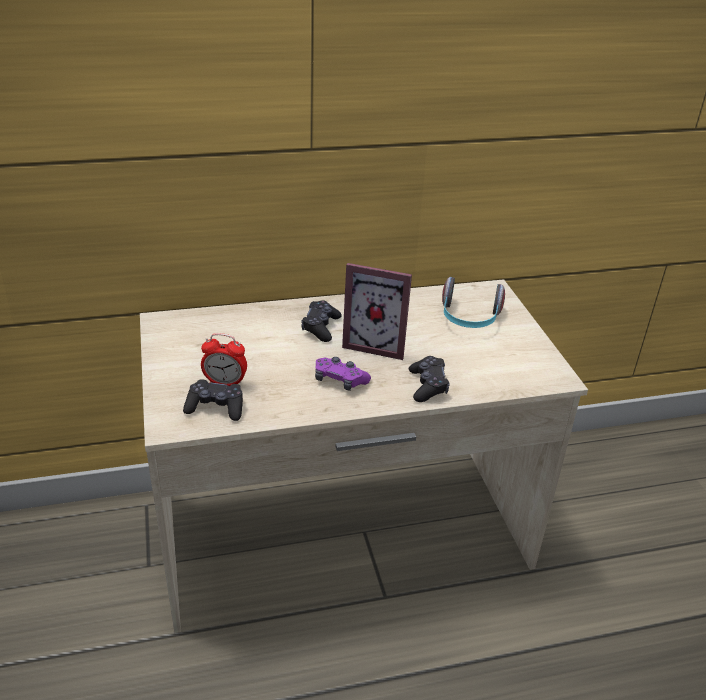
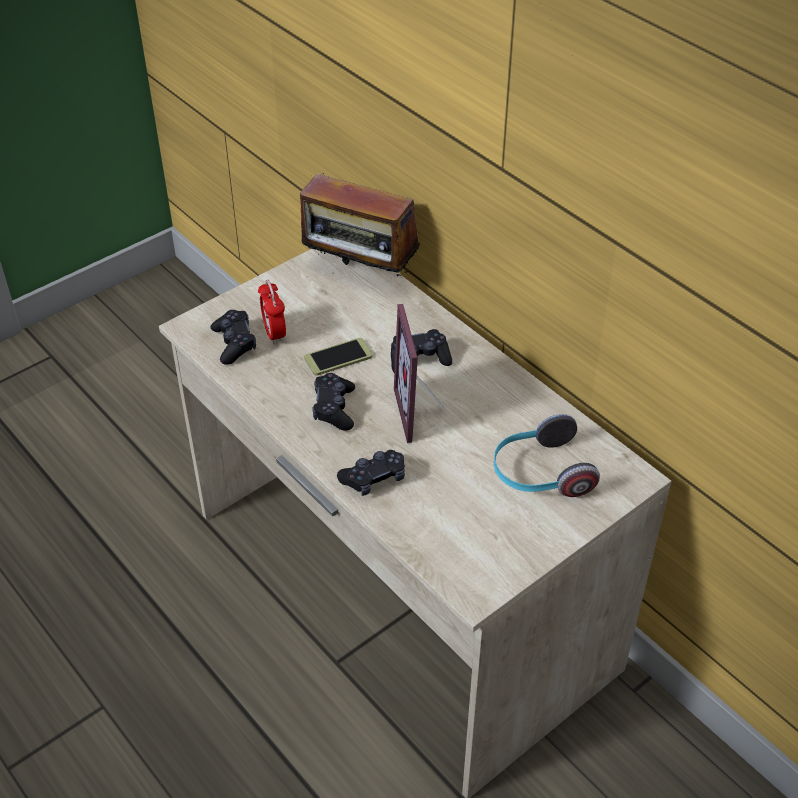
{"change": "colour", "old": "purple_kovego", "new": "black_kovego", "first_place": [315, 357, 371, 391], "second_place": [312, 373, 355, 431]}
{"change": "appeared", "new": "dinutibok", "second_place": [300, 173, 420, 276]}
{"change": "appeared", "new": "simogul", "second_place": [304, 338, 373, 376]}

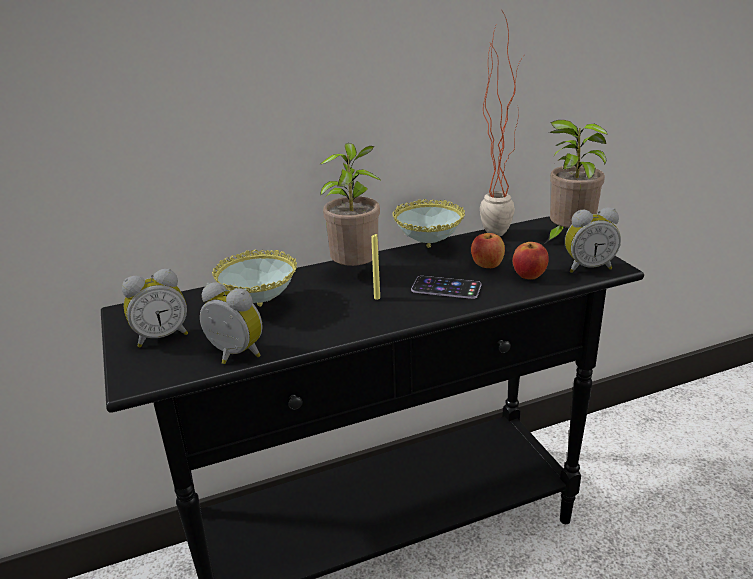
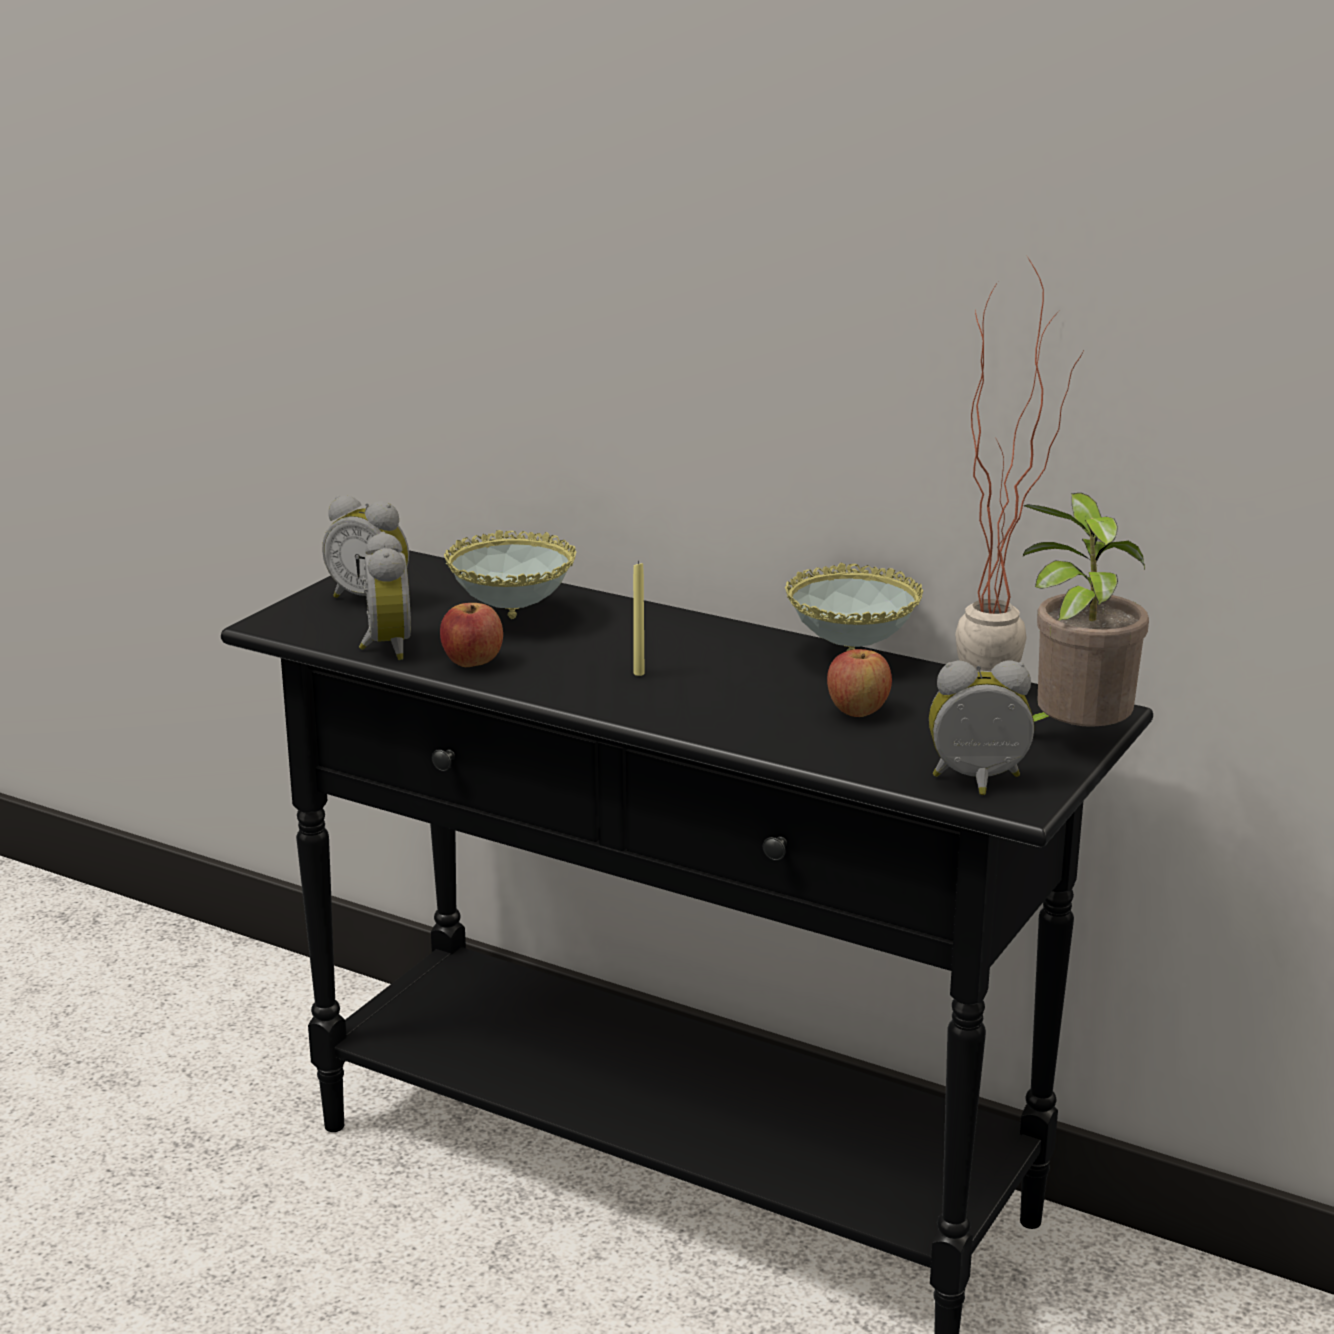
{"change": "missing", "old": "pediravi", "first_place": [320, 143, 380, 266]}
{"change": "spun", "old": "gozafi", "first_place": [565, 208, 621, 273], "second_place": [929, 660, 1034, 795], "degrees": 135}
{"change": "relocated", "old": "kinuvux", "first_place": [512, 242, 549, 279], "second_place": [440, 603, 503, 667]}
{"change": "missing", "old": "simogul", "first_place": [411, 276, 481, 299]}

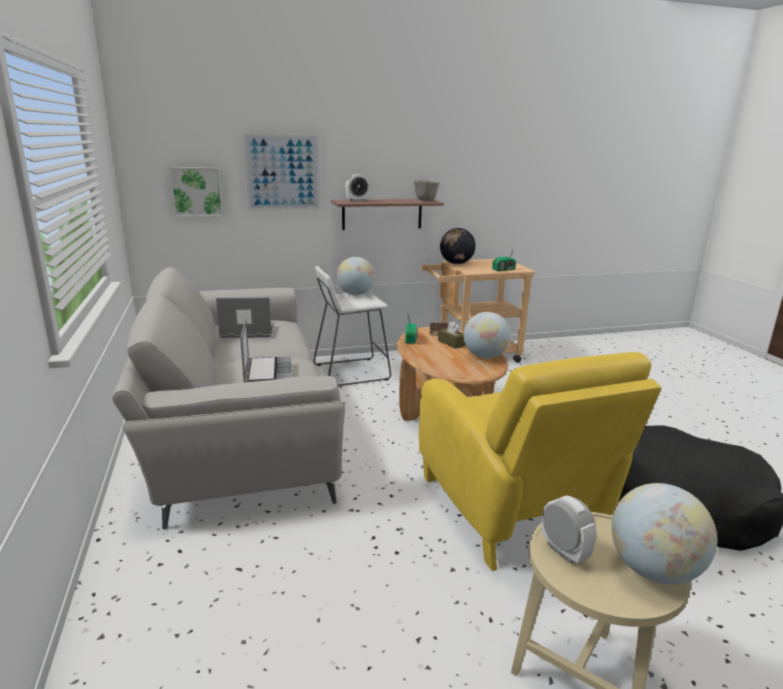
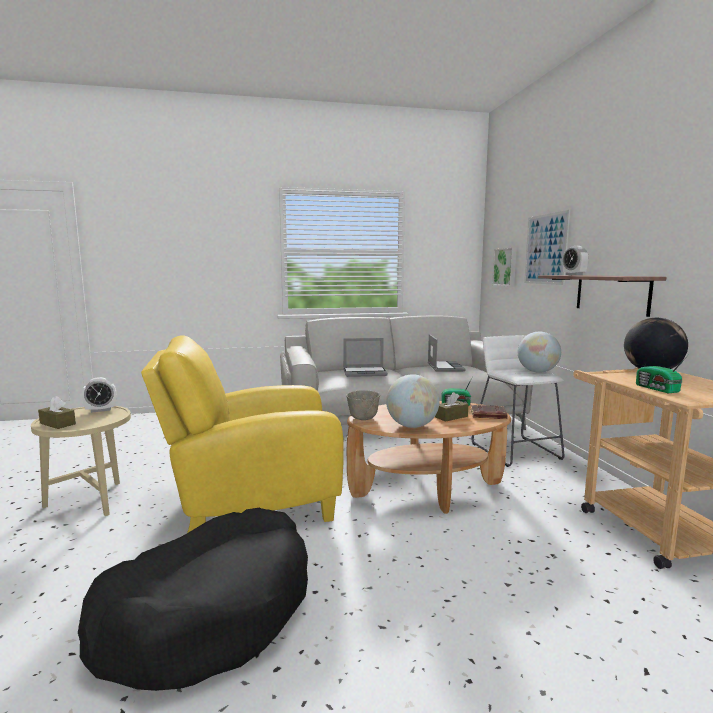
{"change": "relocated", "old": "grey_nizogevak", "first_place": [414, 180, 440, 201], "second_place": [346, 390, 380, 420]}
{"change": "exchanged", "old": "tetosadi", "new": "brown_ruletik", "first_place": [611, 483, 717, 584], "second_place": [38, 396, 76, 429]}

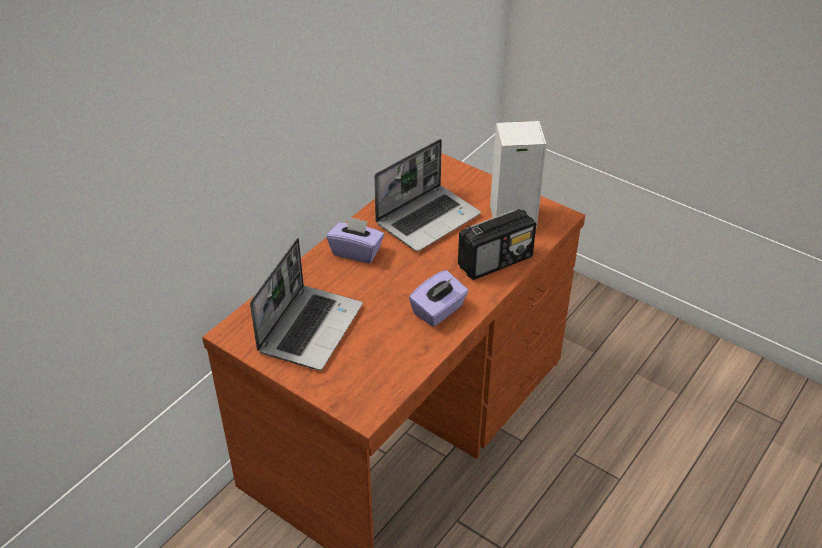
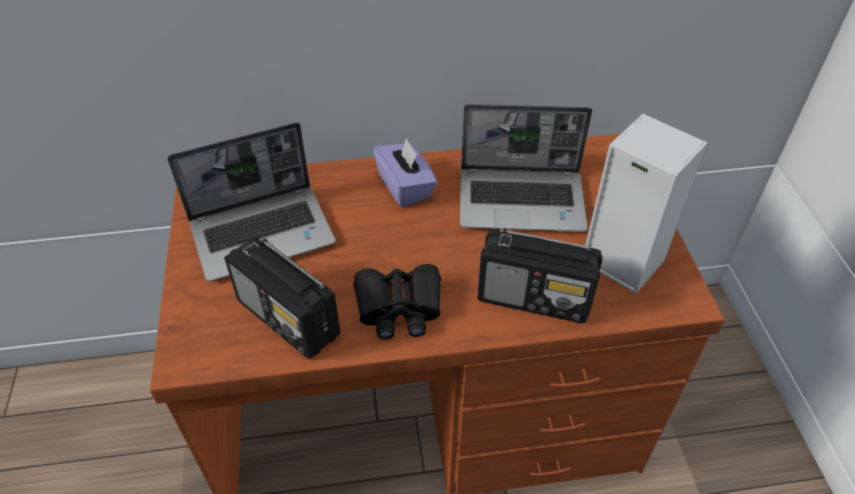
{"change": "exchanged", "old": "purple_ruletik", "new": "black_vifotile", "first_place": [409, 270, 469, 327], "second_place": [353, 264, 441, 340]}
{"change": "appeared", "new": "dinutibok", "second_place": [224, 235, 341, 359]}

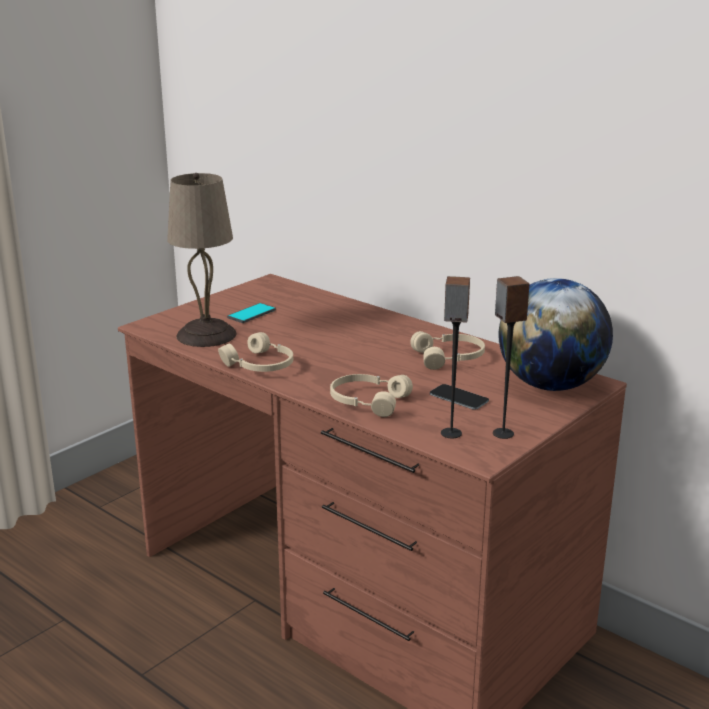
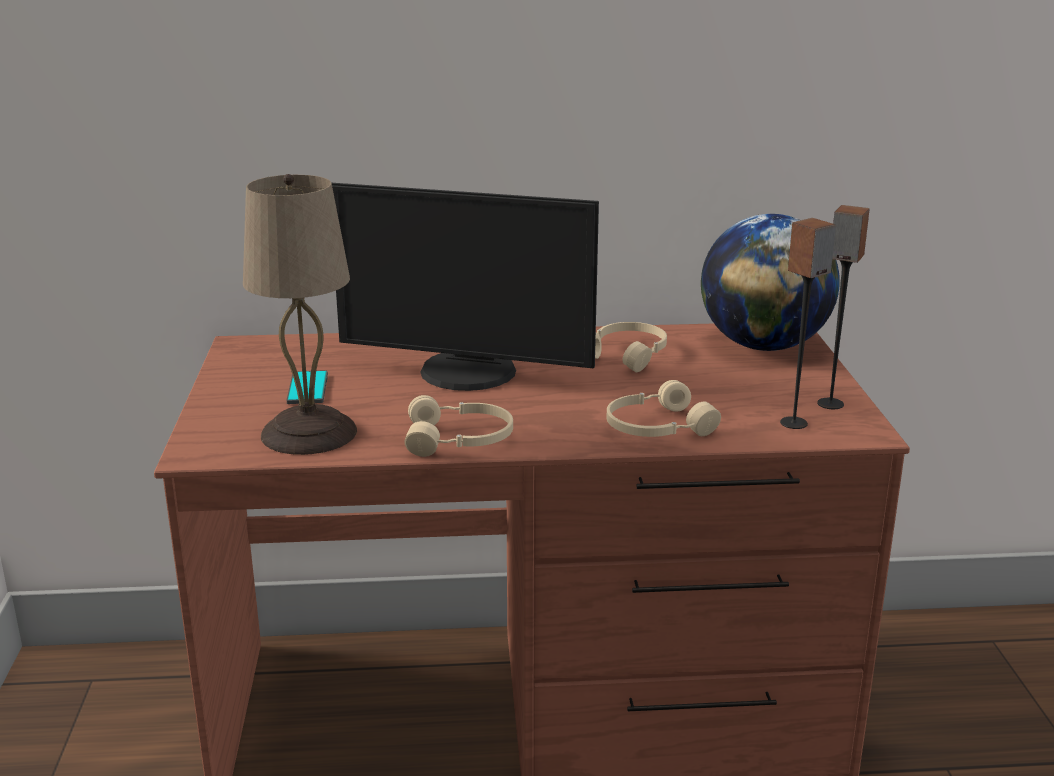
{"change": "missing", "old": "simogul", "first_place": [430, 384, 489, 410]}
{"change": "appeared", "new": "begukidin", "second_place": [332, 183, 599, 391]}

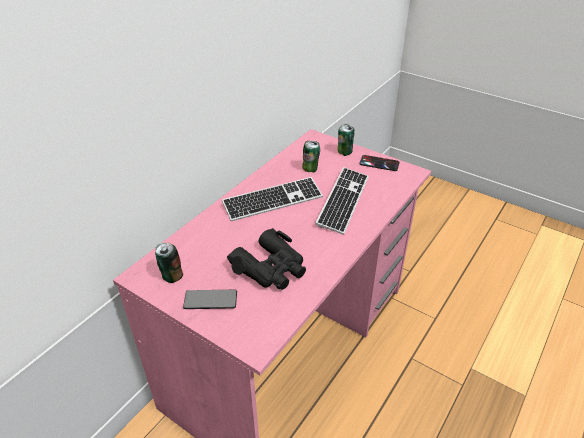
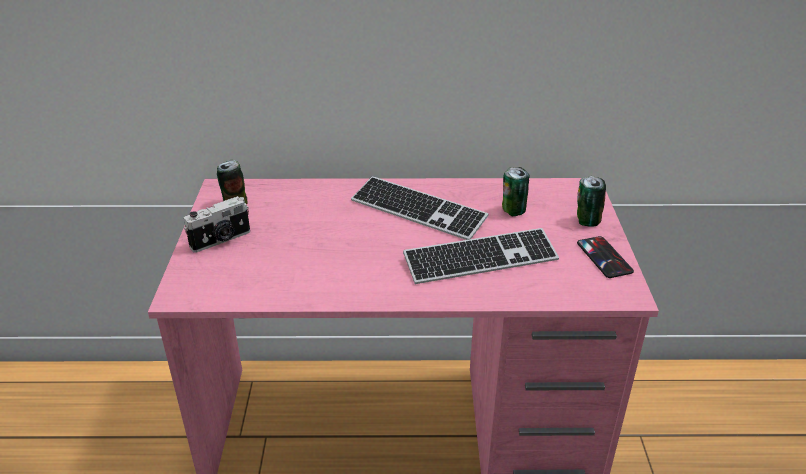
{"change": "missing", "old": "black_vifotile", "first_place": [227, 228, 306, 290]}
{"change": "exchanged", "old": "simogul", "new": "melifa", "first_place": [183, 290, 237, 309], "second_place": [184, 196, 250, 253]}

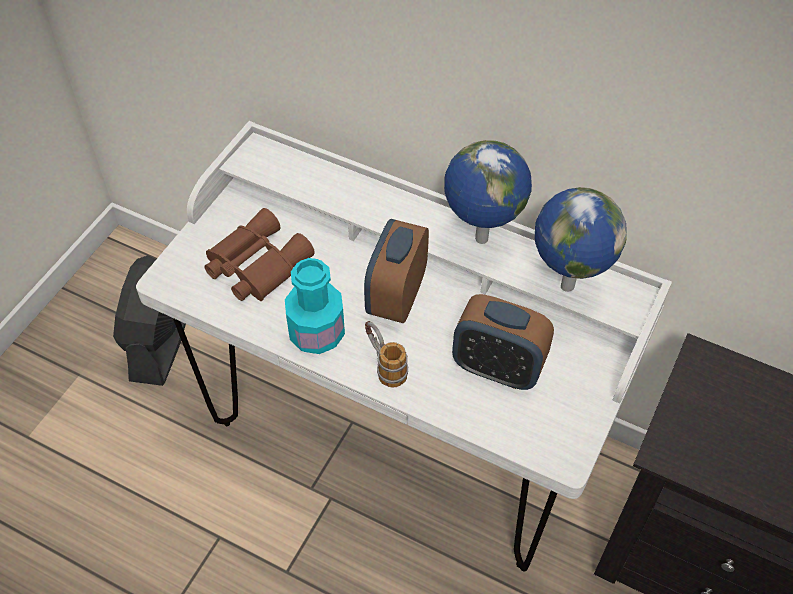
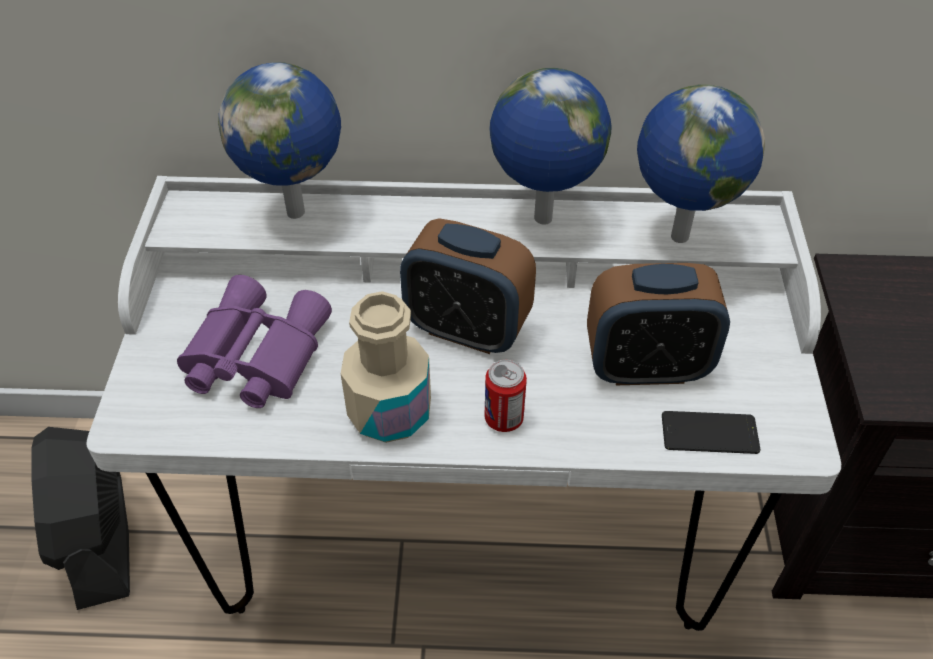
{"change": "colour", "old": "brown_vifotile", "new": "purple_vifotile", "first_place": [204, 208, 315, 301], "second_place": [177, 275, 332, 408]}
{"change": "spun", "old": "gozafi", "first_place": [364, 219, 429, 323], "second_place": [400, 218, 536, 354], "degrees": -60}
{"change": "colour", "old": "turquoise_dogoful", "new": "beige_dogoful", "first_place": [285, 258, 345, 354], "second_place": [341, 291, 431, 443]}
{"change": "exchanged", "old": "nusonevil", "new": "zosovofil", "first_place": [365, 321, 408, 388], "second_place": [485, 360, 527, 432]}
{"change": "appeared", "new": "tetosadi", "second_place": [218, 62, 341, 219]}
{"change": "appeared", "new": "simogul", "second_place": [662, 411, 760, 454]}

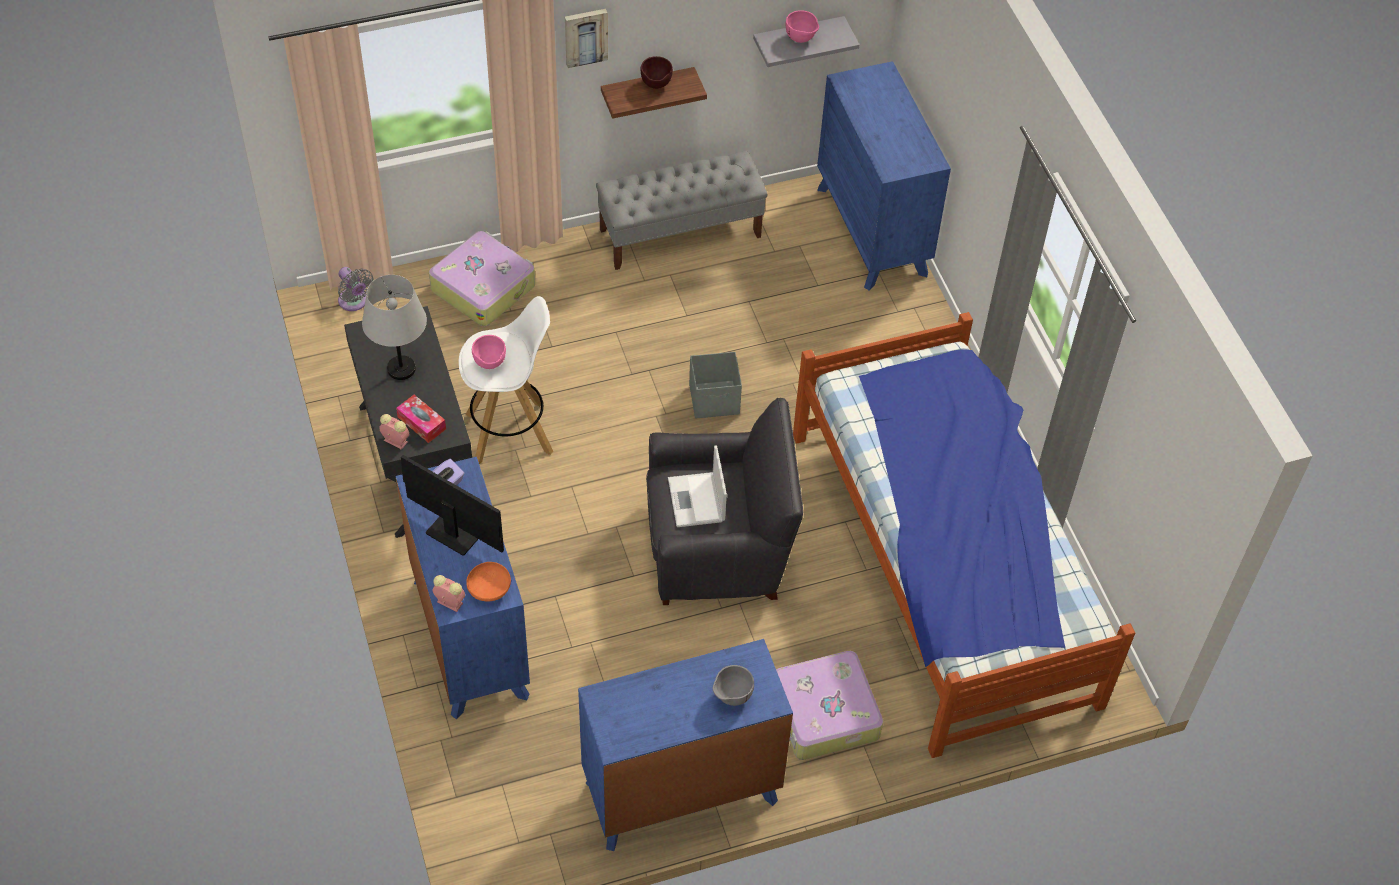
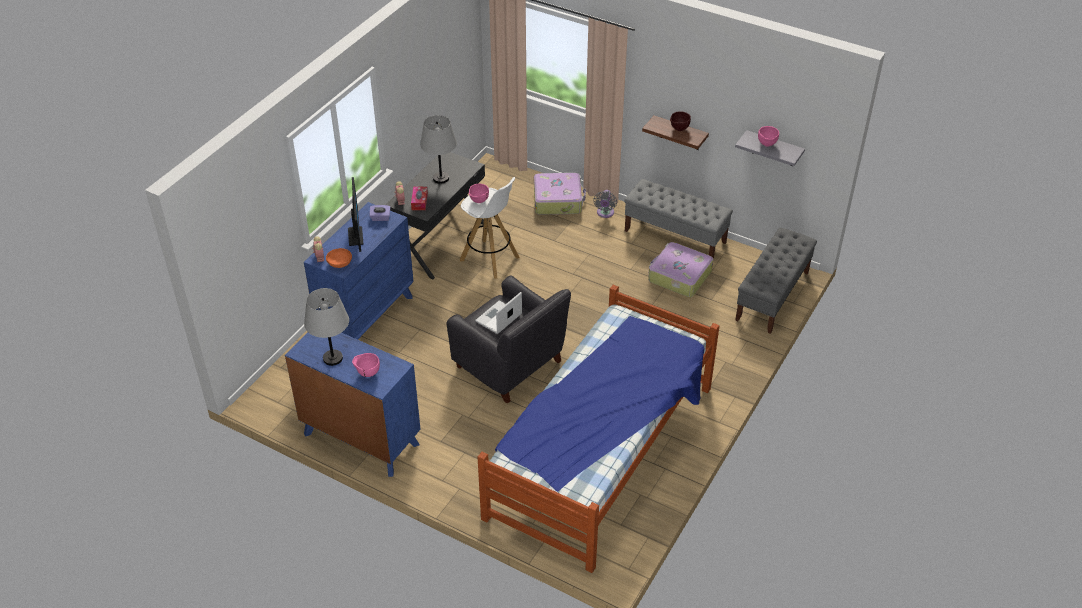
{"change": "missing", "old": "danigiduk", "first_place": [565, 9, 608, 68]}
{"change": "exchanged", "old": "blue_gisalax", "new": "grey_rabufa", "first_place": [817, 61, 951, 291], "second_place": [735, 228, 817, 334]}
{"change": "relocated", "old": "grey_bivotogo", "first_place": [338, 267, 374, 311], "second_place": [593, 190, 617, 218]}
{"change": "missing", "old": "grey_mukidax", "first_place": [689, 352, 742, 418]}
{"change": "relocated", "old": "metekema", "first_place": [776, 651, 883, 760], "second_place": [648, 242, 713, 297]}
{"change": "colour", "old": "grey_nizogevak", "new": "pink_nizogevak", "first_place": [713, 665, 754, 706], "second_place": [352, 353, 380, 377]}
{"change": "appeared", "new": "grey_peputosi", "second_place": [304, 288, 349, 366]}

